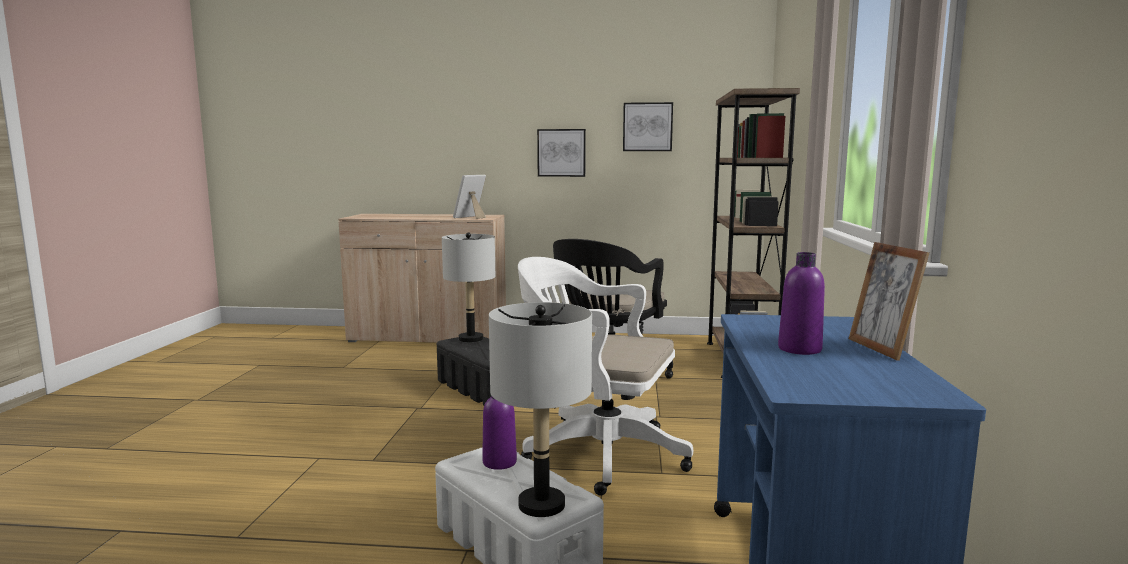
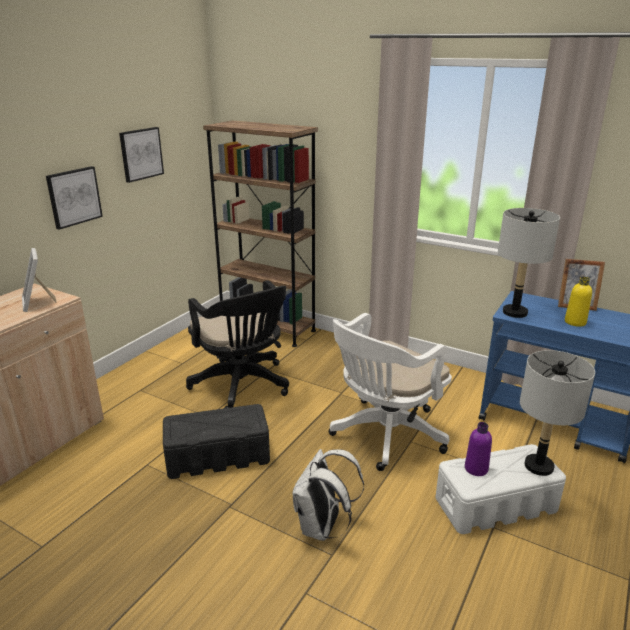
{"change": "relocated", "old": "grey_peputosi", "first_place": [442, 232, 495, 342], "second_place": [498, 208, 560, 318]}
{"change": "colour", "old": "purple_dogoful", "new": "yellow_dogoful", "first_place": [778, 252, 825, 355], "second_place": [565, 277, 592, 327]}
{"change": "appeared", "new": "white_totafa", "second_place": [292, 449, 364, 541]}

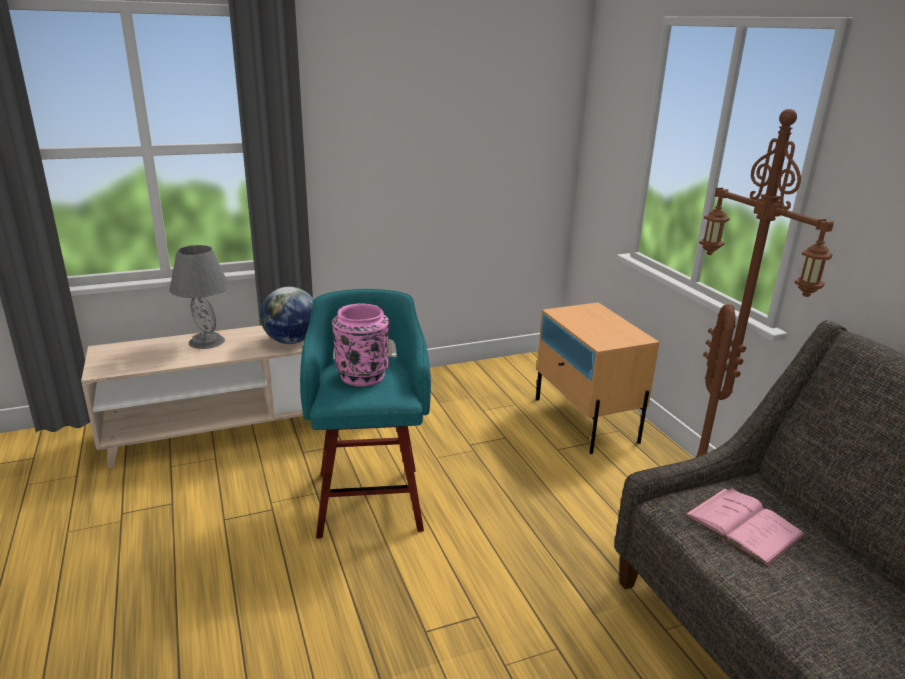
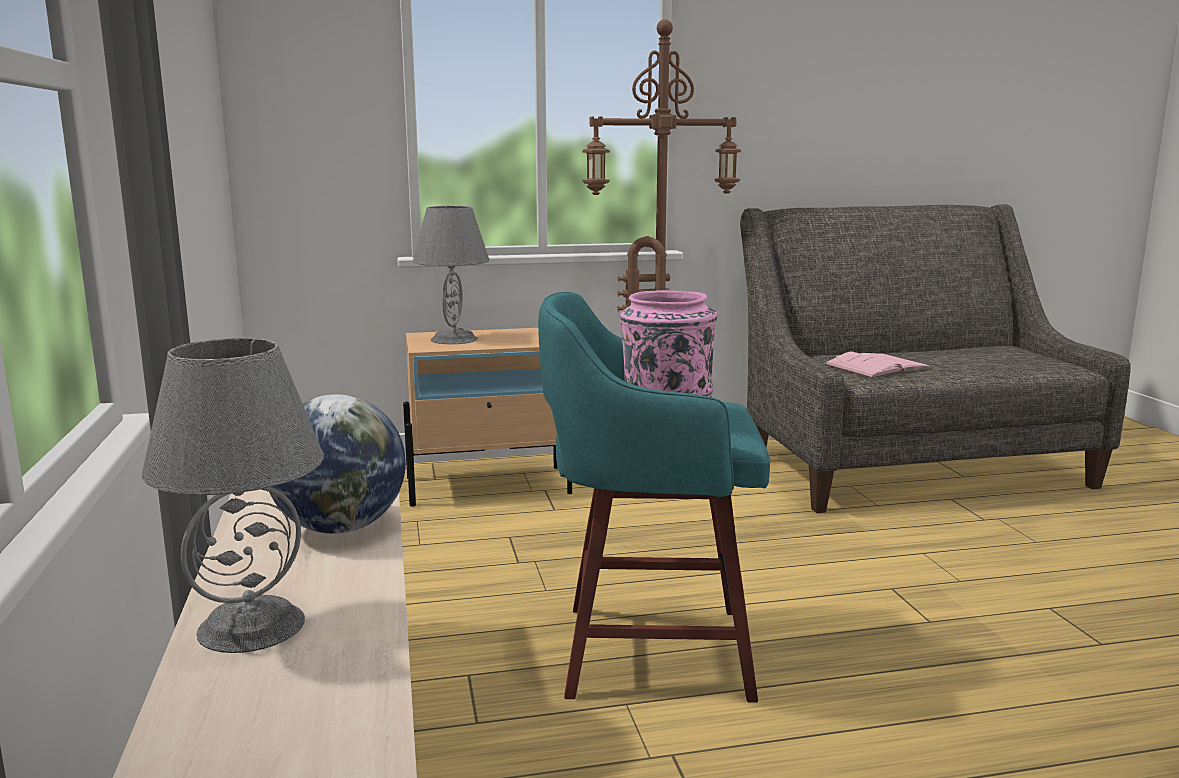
{"change": "appeared", "new": "grey_peputosi", "second_place": [413, 206, 490, 344]}

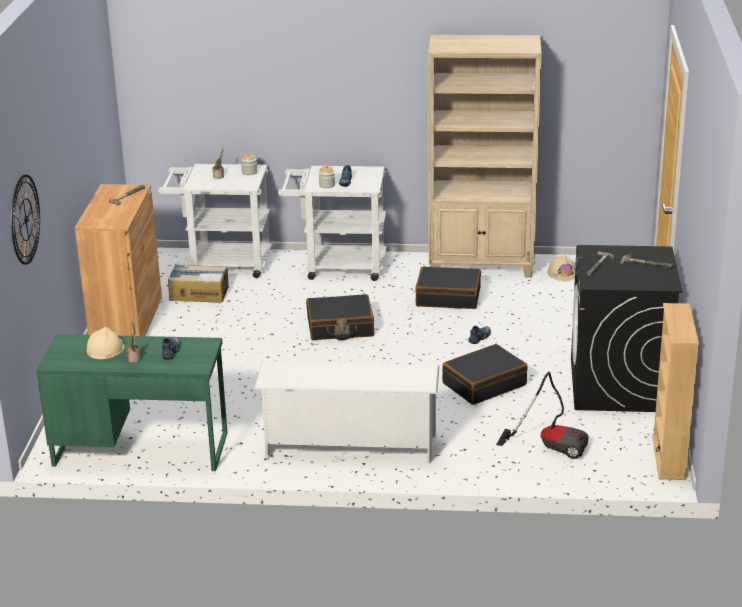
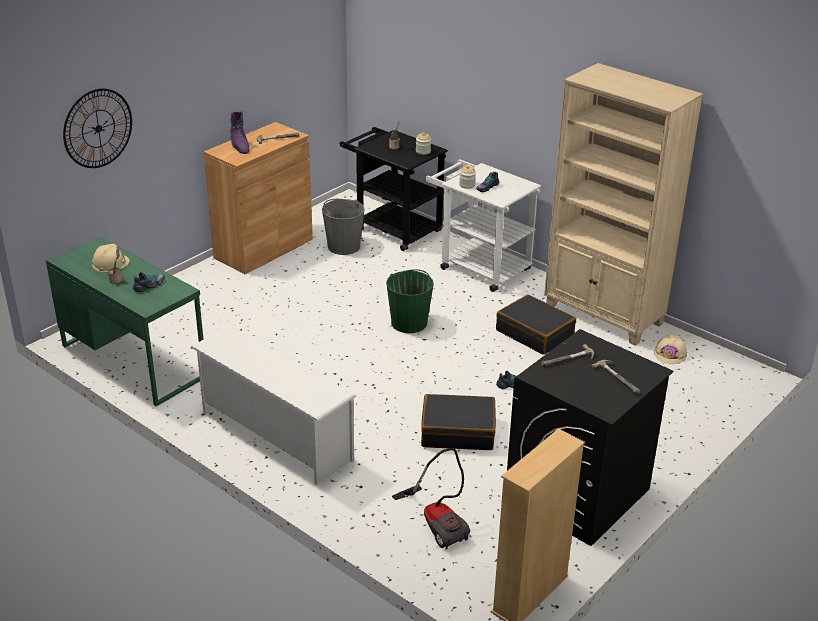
{"change": "colour", "old": "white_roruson", "new": "black_roruson", "first_place": [158, 164, 272, 278], "second_place": [340, 127, 447, 251]}
{"change": "exchanged", "old": "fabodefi", "new": "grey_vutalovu", "first_place": [168, 264, 229, 303], "second_place": [322, 199, 365, 255]}
{"change": "exchanged", "old": "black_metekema", "new": "green_vutalovu", "first_place": [306, 294, 374, 340], "second_place": [386, 269, 434, 333]}
{"change": "appeared", "new": "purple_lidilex", "second_place": [230, 111, 249, 154]}

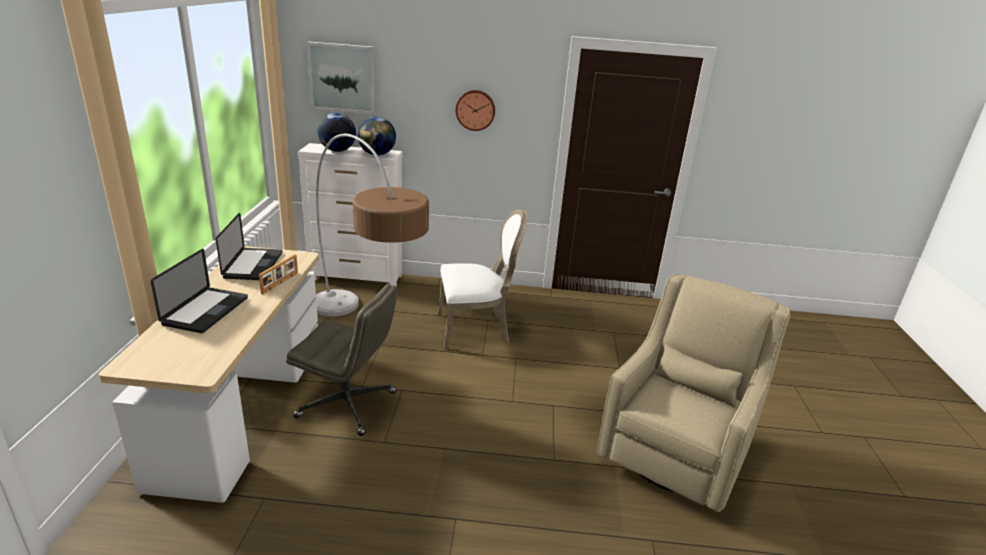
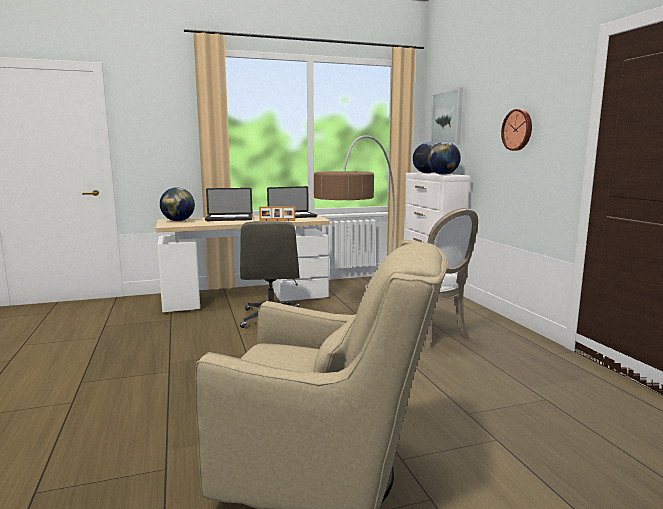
{"change": "appeared", "new": "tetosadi", "second_place": [160, 187, 195, 221]}

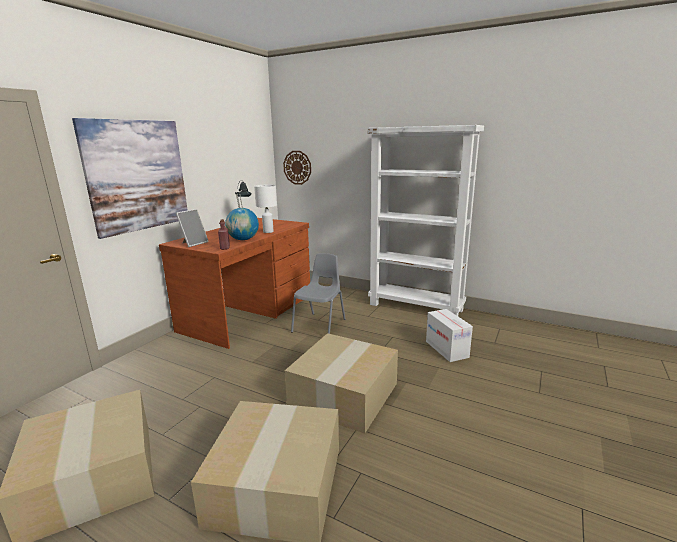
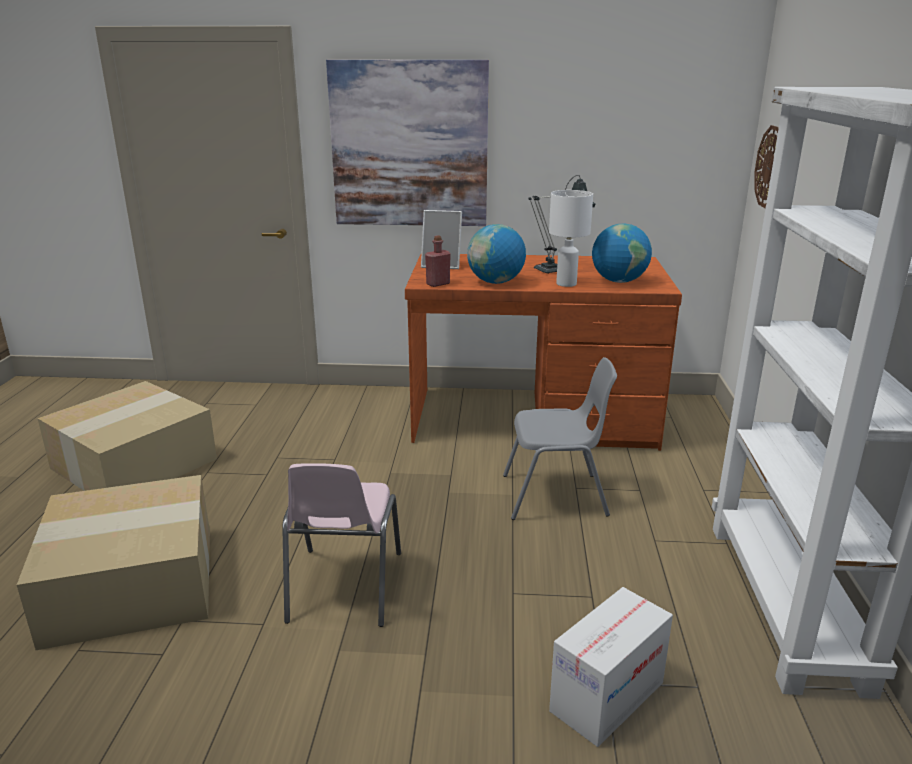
{"change": "exchanged", "old": "fabodefi", "new": "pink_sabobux", "first_place": [285, 333, 398, 434], "second_place": [282, 463, 401, 627]}
{"change": "appeared", "new": "tetosadi", "second_place": [592, 223, 652, 283]}

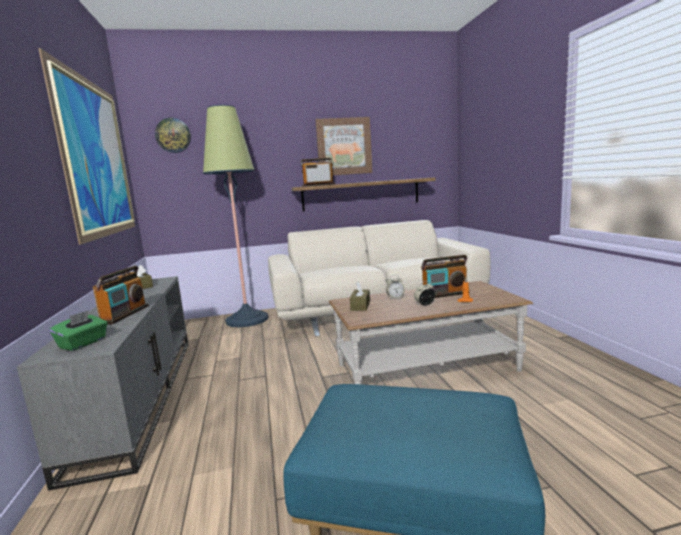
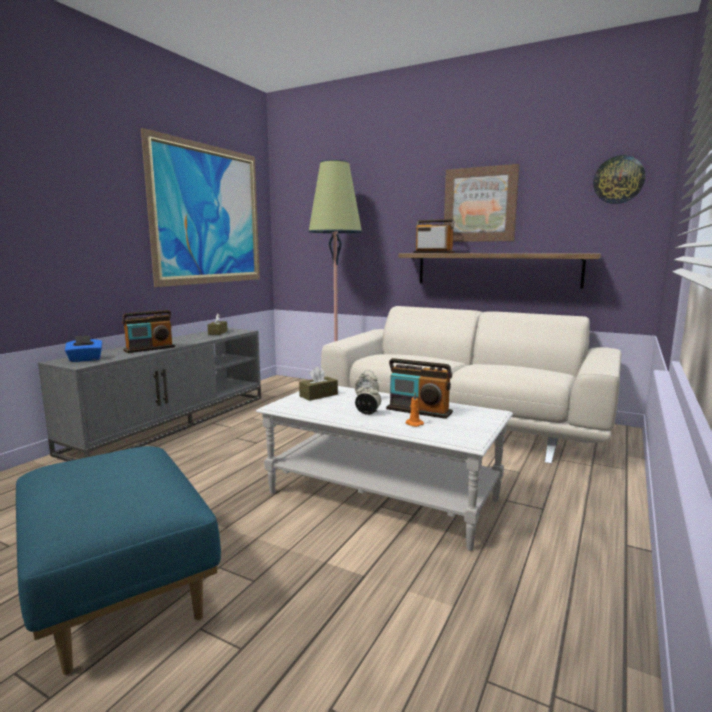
{"change": "relocated", "old": "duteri", "first_place": [155, 118, 191, 153], "second_place": [593, 155, 645, 204]}
{"change": "colour", "old": "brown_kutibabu", "new": "white_kutibabu", "first_place": [329, 281, 533, 384], "second_place": [256, 386, 513, 551]}
{"change": "colour", "old": "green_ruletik", "new": "blue_ruletik", "first_place": [50, 310, 108, 351], "second_place": [65, 335, 102, 362]}

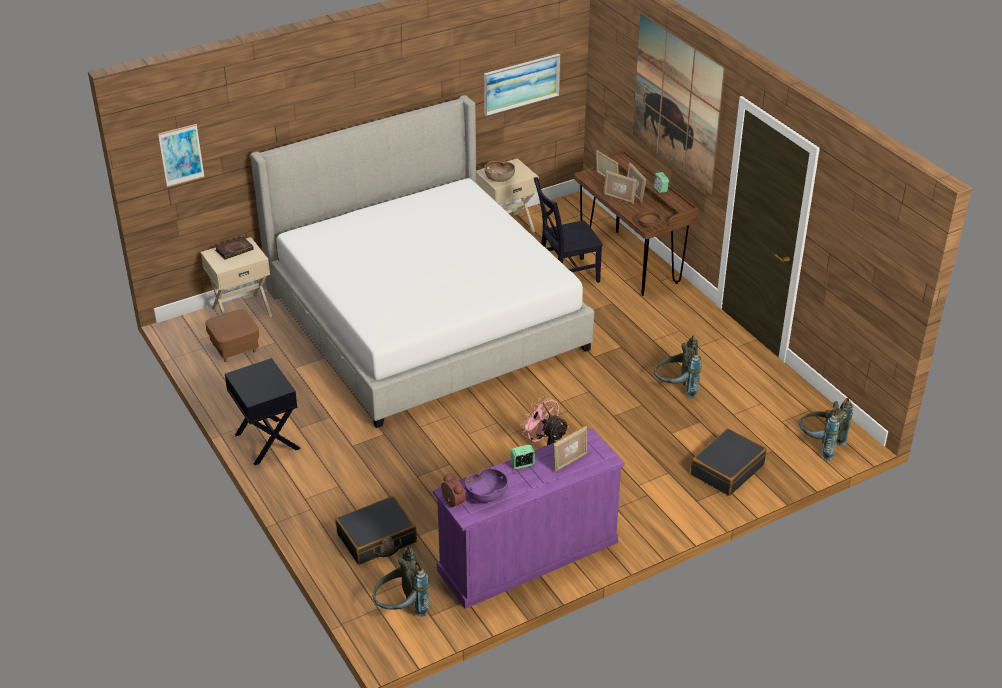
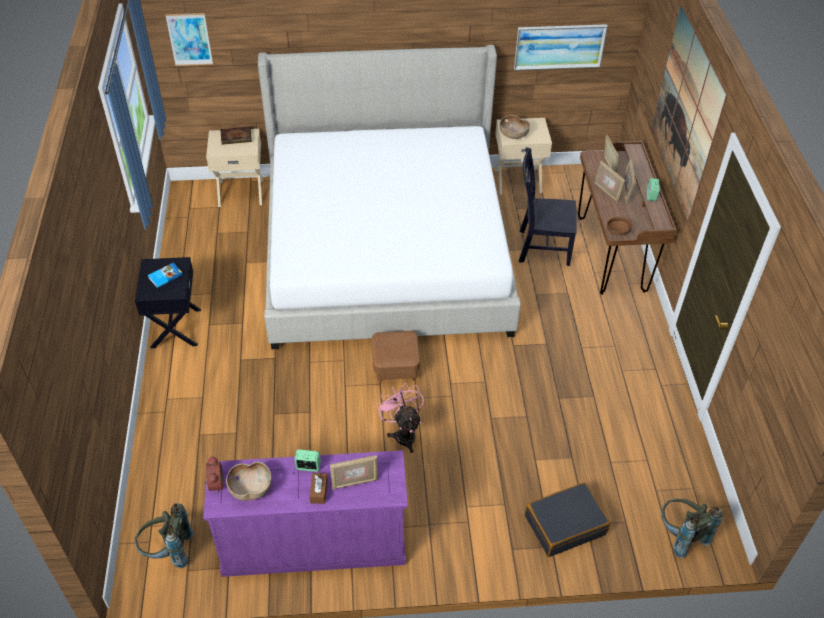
{"change": "relocated", "old": "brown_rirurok", "first_place": [205, 309, 259, 362], "second_place": [372, 331, 420, 383]}
{"change": "missing", "old": "grey_totafa", "first_place": [654, 336, 701, 398]}
{"change": "colour", "old": "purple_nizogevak", "new": "brown_nizogevak", "first_place": [465, 468, 508, 503], "second_place": [226, 462, 272, 501]}
{"change": "missing", "old": "black_metekema", "first_place": [335, 496, 417, 565]}
{"change": "appeared", "new": "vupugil", "second_place": [148, 263, 183, 288]}
{"change": "appeared", "new": "brown_ruletik", "second_place": [310, 473, 328, 504]}

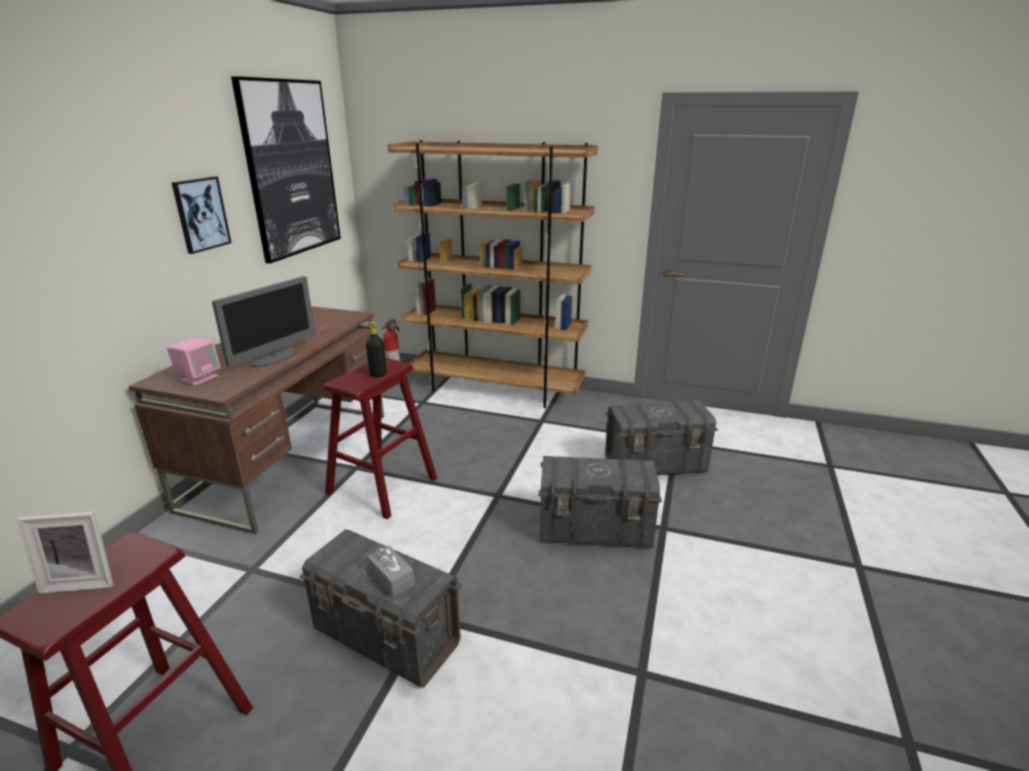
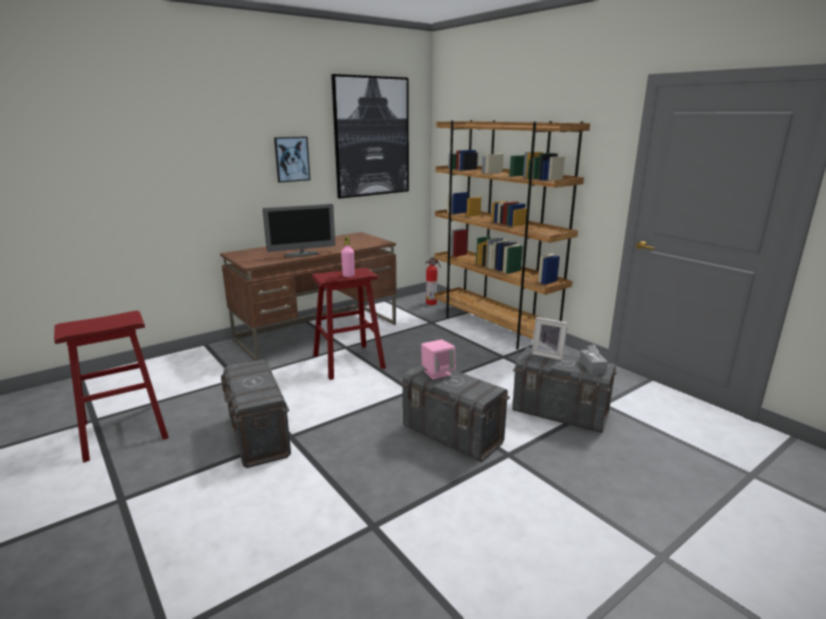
{"change": "colour", "old": "black_dogoful", "new": "pink_dogoful", "first_place": [366, 322, 387, 377], "second_place": [341, 236, 355, 277]}
{"change": "relocated", "old": "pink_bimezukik", "first_place": [167, 338, 221, 386], "second_place": [421, 339, 455, 380]}
{"change": "relocated", "old": "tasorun", "first_place": [17, 511, 113, 594], "second_place": [531, 317, 568, 360]}
{"change": "relocated", "old": "grey_ruletik", "first_place": [368, 546, 415, 597], "second_place": [580, 344, 608, 374]}

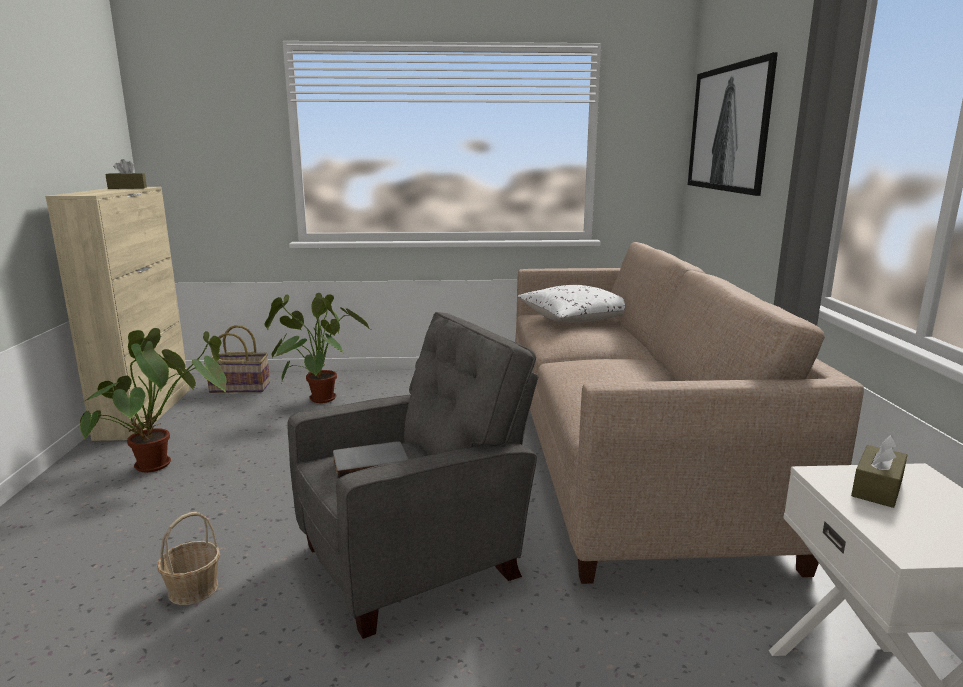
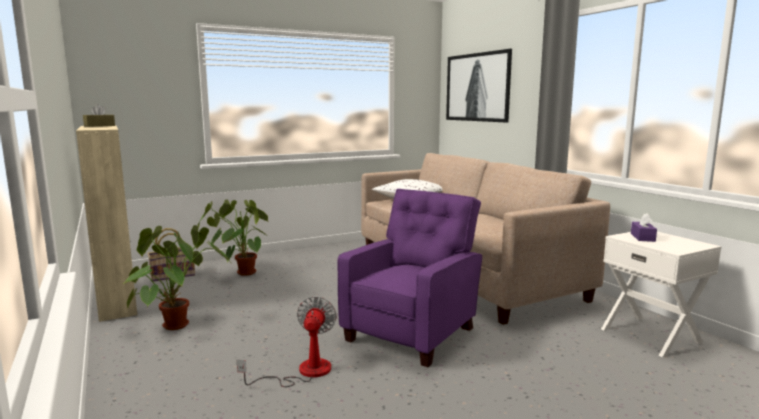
{"change": "colour", "old": "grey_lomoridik", "new": "purple_lomoridik", "first_place": [287, 312, 539, 639], "second_place": [338, 189, 482, 367]}
{"change": "colour", "old": "brown_ruletik", "new": "purple_ruletik", "first_place": [851, 435, 907, 508], "second_place": [631, 213, 657, 242]}
{"change": "missing", "old": "grey_vupugil", "first_place": [333, 441, 409, 478]}
{"change": "exchanged", "old": "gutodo", "new": "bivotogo", "first_place": [157, 512, 220, 605], "second_place": [237, 296, 337, 387]}

